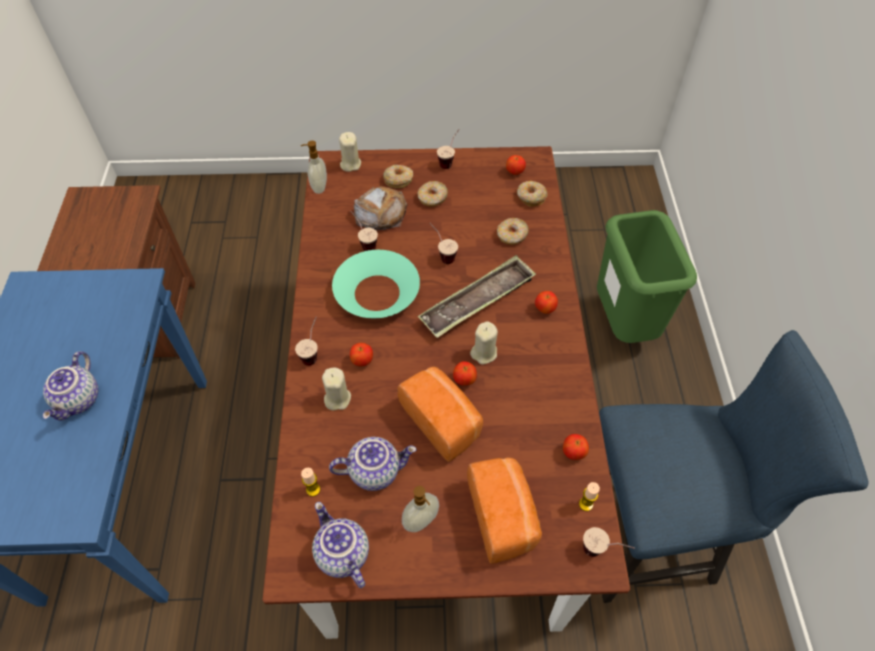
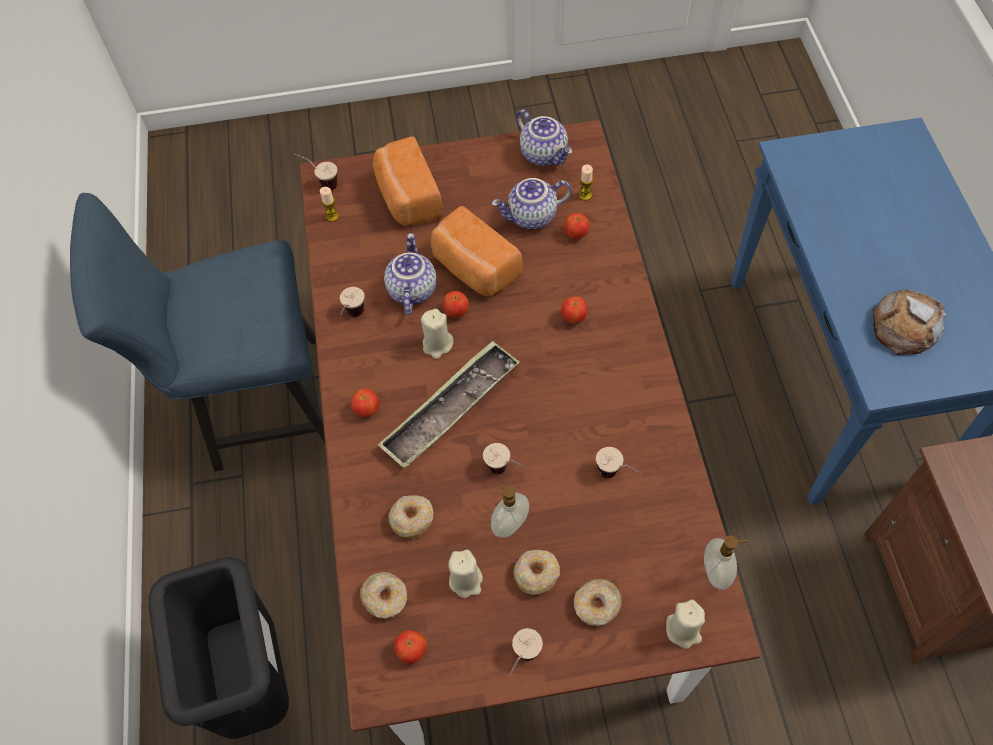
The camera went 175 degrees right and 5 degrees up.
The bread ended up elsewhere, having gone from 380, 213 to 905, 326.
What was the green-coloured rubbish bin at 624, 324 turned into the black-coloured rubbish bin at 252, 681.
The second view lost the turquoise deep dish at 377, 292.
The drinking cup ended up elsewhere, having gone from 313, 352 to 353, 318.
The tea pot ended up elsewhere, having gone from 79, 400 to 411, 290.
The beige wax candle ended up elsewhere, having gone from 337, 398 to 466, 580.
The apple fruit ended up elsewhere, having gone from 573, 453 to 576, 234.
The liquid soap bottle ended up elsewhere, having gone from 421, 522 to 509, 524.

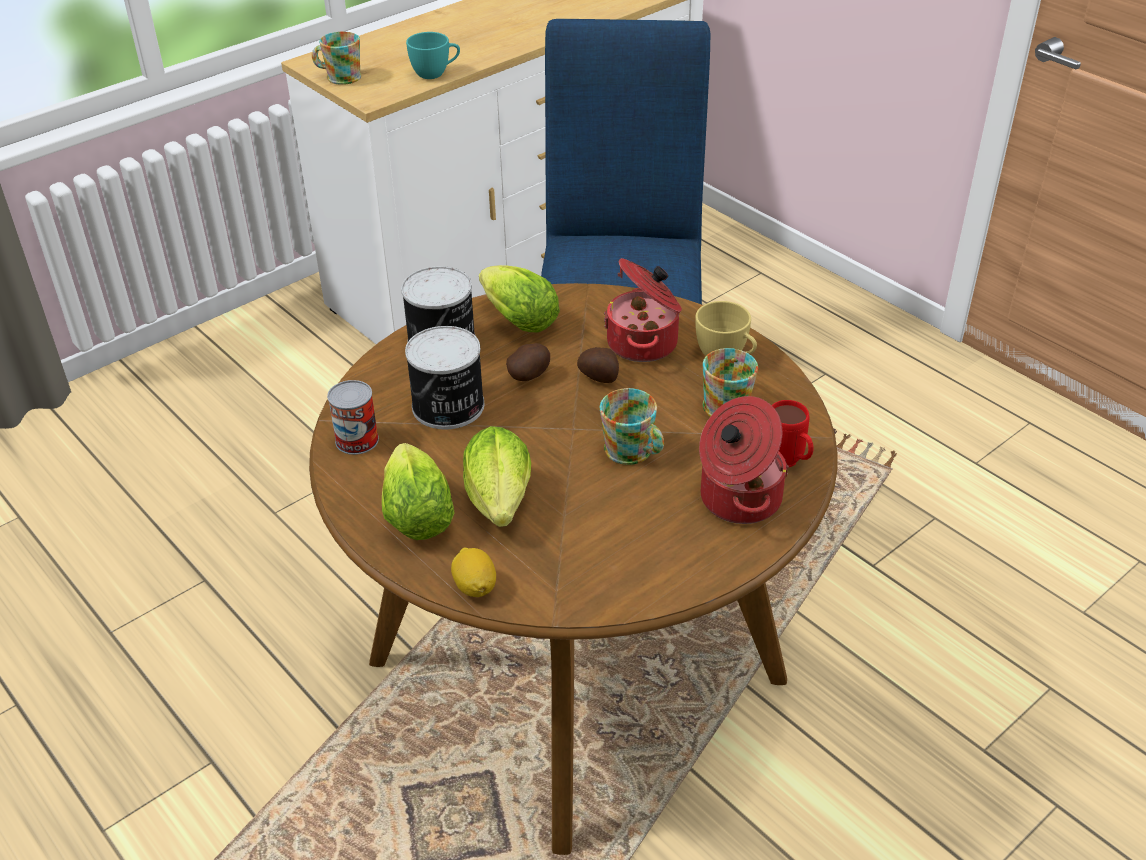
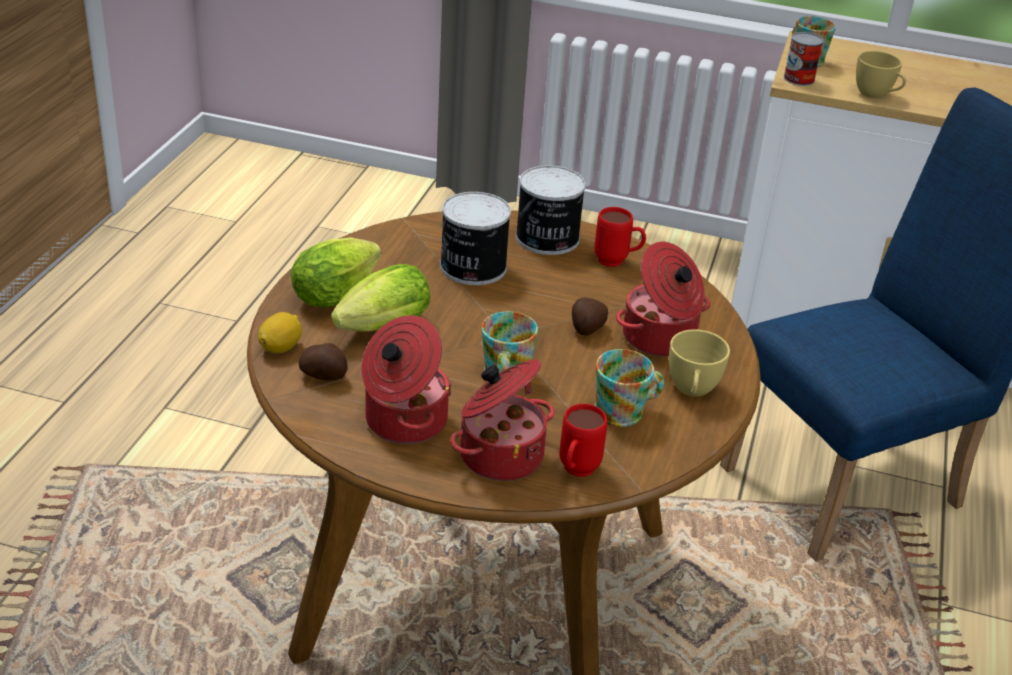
The camera went 55 degrees right and 5 degrees down.
What was the turquoise drinking cup at 435, 73 turned into the yellow-coloured drinking cup at 876, 95.
Where the head of lettuce stood at 515, 318, the reddish coffee mug came to stand at 617, 262.
The whole potato ended up elsewhere, having gone from 530, 375 to 324, 376.
The sealed can ended up elsewhere, having gone from 357, 440 to 799, 79.
The second view gained the cooking pot at 403, 421.

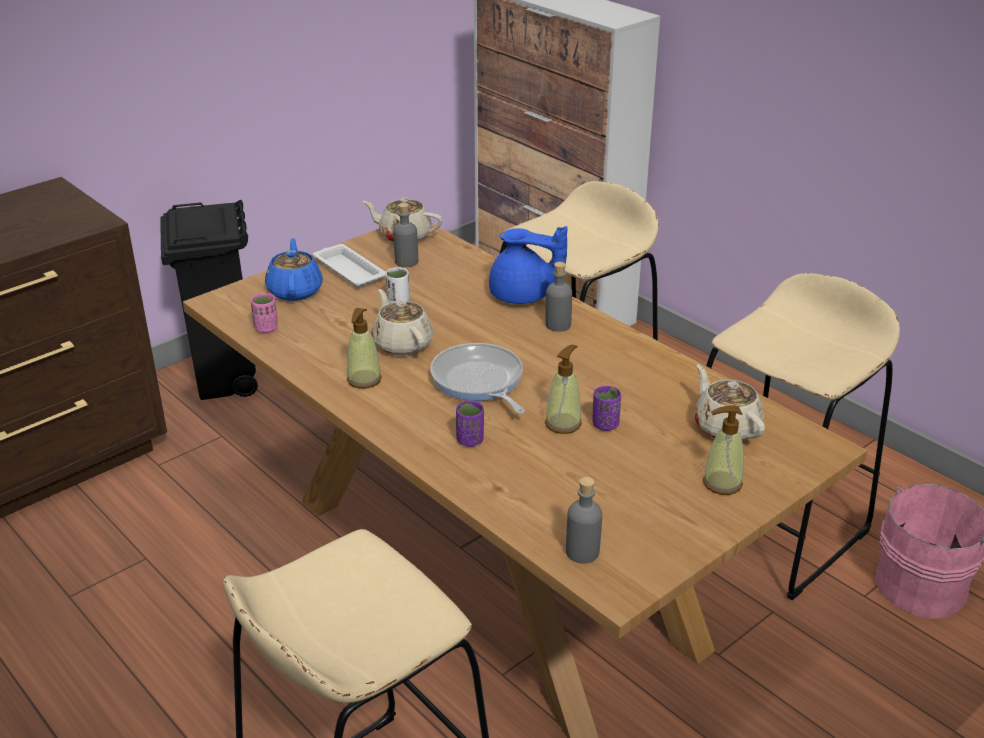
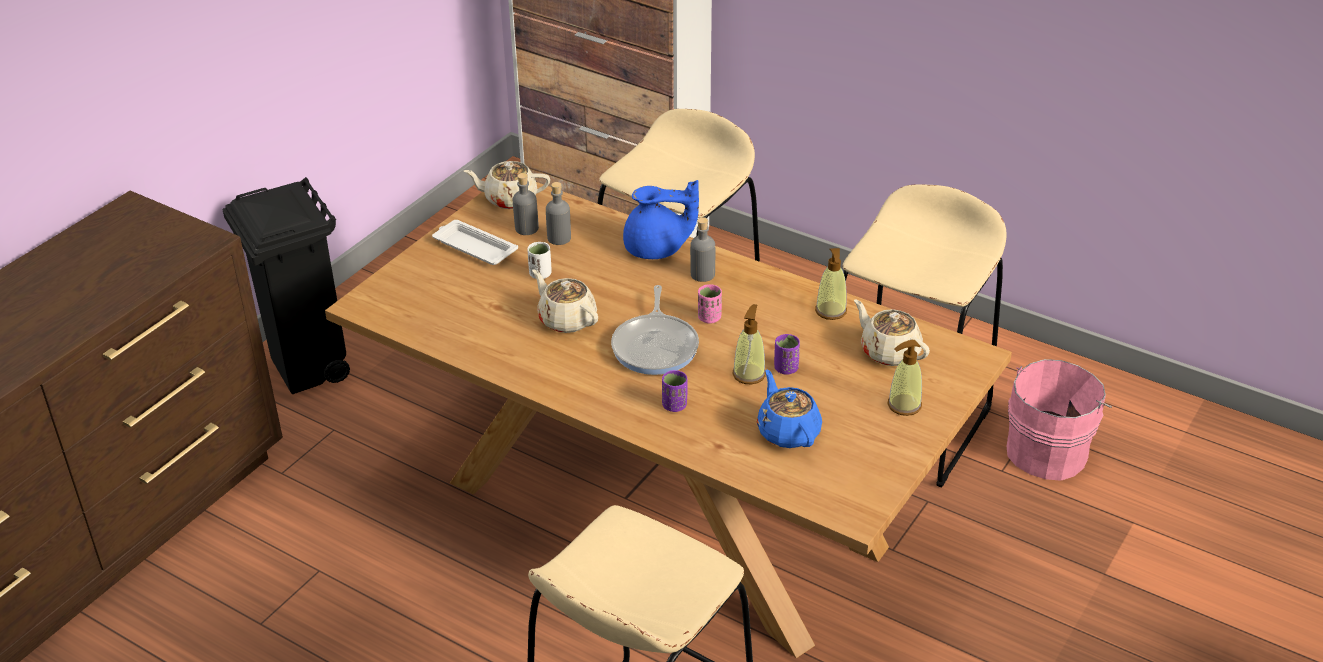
The camera went 15 degrees left and 5 degrees up.
The blue tea pot ended up elsewhere, having gone from 295, 290 to 788, 431.
The pinkish drinking cup ended up elsewhere, having gone from 266, 328 to 709, 318.
The liquid soap bottle ended up elsewhere, having gone from 364, 380 to 831, 311.
The frying pan at 479, 381 ended up facing another way, 135 degrees counterclockwise from before.
The grey drink bottle ended up elsewhere, having gone from 582, 552 to 559, 238.

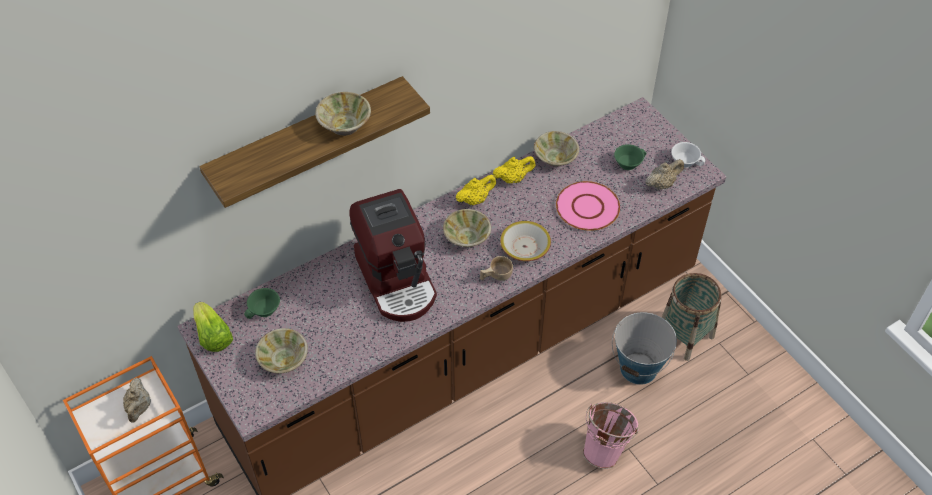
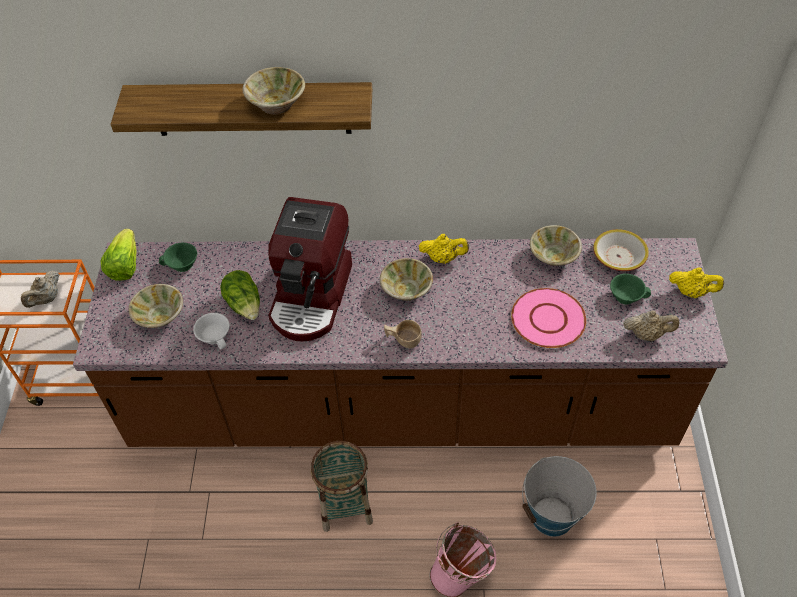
The camera went 35 degrees right and 0 degrees up.
The whitish drinking cup ended up elsewhere, having gone from 685, 161 to 216, 336.
The yellow-coloured tea pot ended up elsewhere, having gone from 513, 178 to 691, 292.
The deep dish ended up elsewhere, having gone from 524, 247 to 618, 256.
The basket ended up elsewhere, having gone from 684, 335 to 345, 504.
The second view gained the head of lettuce at 245, 304.

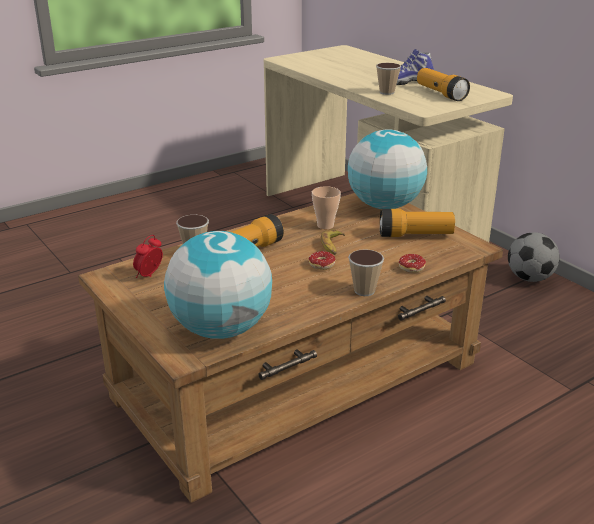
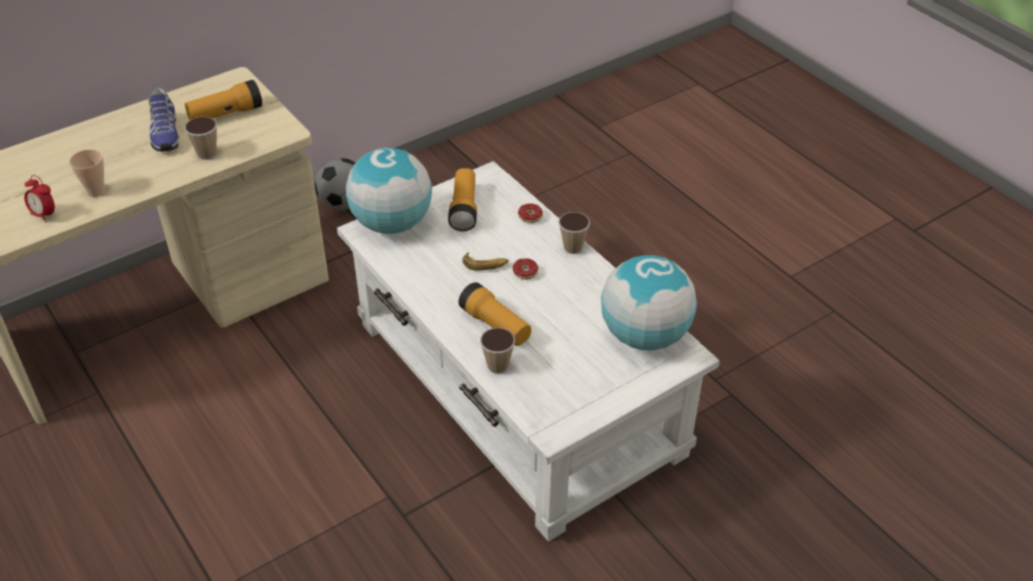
The camera went 90 degrees left and 15 degrees up.
The drinking cup ended up elsewhere, having gone from 325, 226 to 96, 191.
What was the brownish low table at 296, 380 turned into the whitish low table at 518, 388.
The bedside clock ended up elsewhere, having gone from 149, 276 to 44, 215.

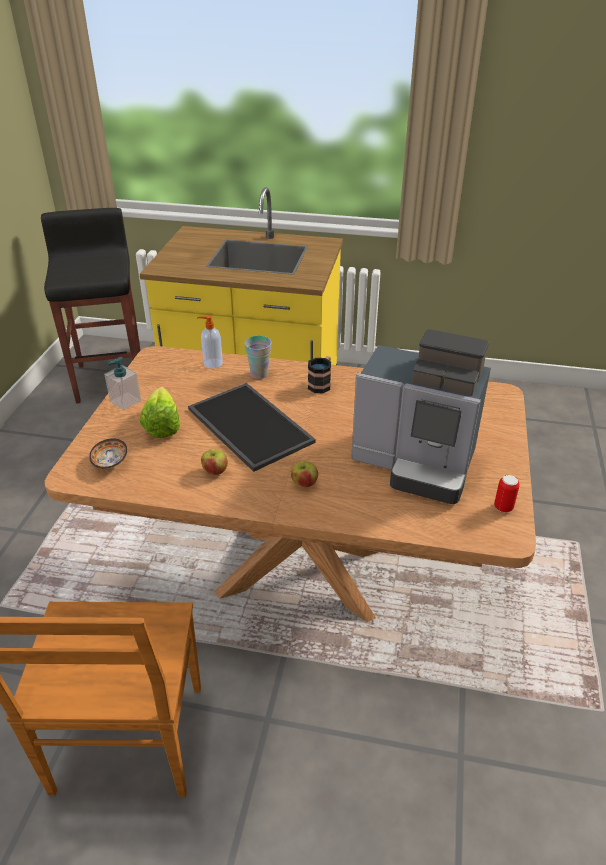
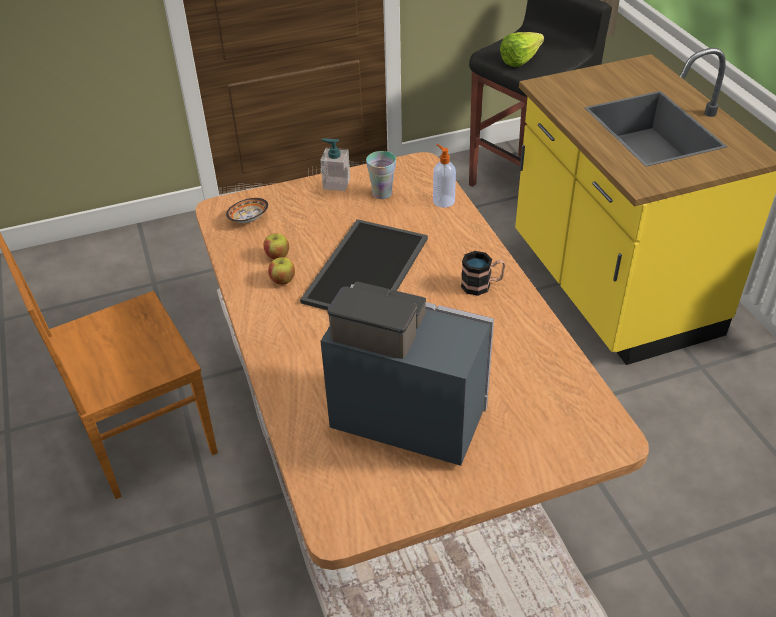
The camera went 60 degrees right and 5 degrees up.
The coffee brewer at 417, 463 ended up facing another way, 120 degrees clockwise from before.
The drinking cup ended up elsewhere, having gone from 259, 374 to 382, 193.
The head of lettuce ended up elsewhere, having gone from 164, 423 to 524, 60.
The apple fruit ended up elsewhere, having gone from 304, 484 to 277, 256.
The second view lost the sealed can at 503, 507.

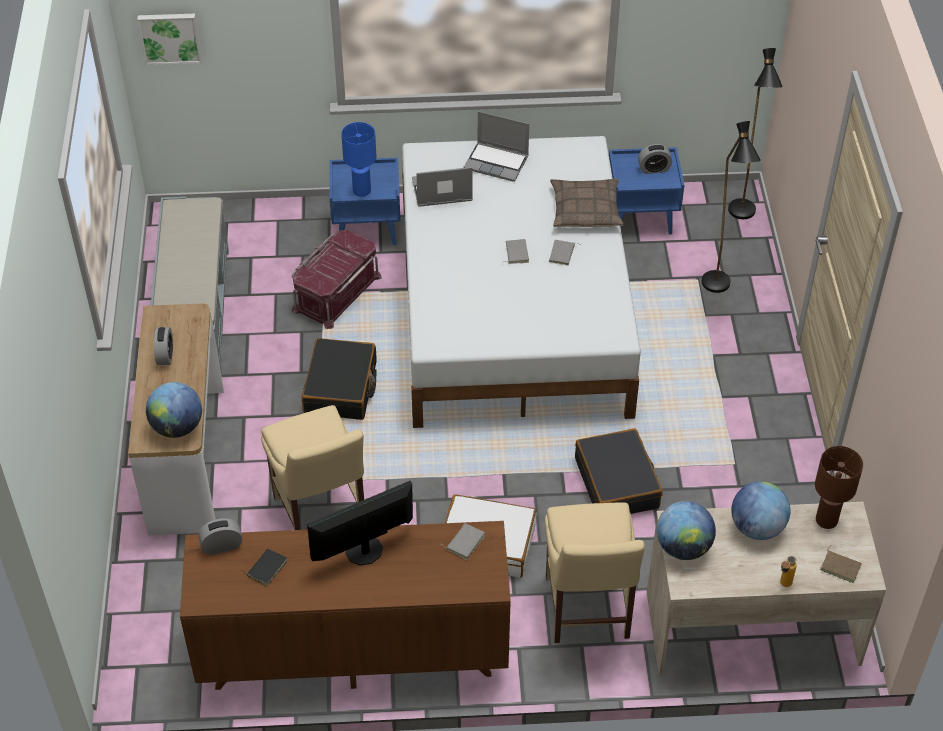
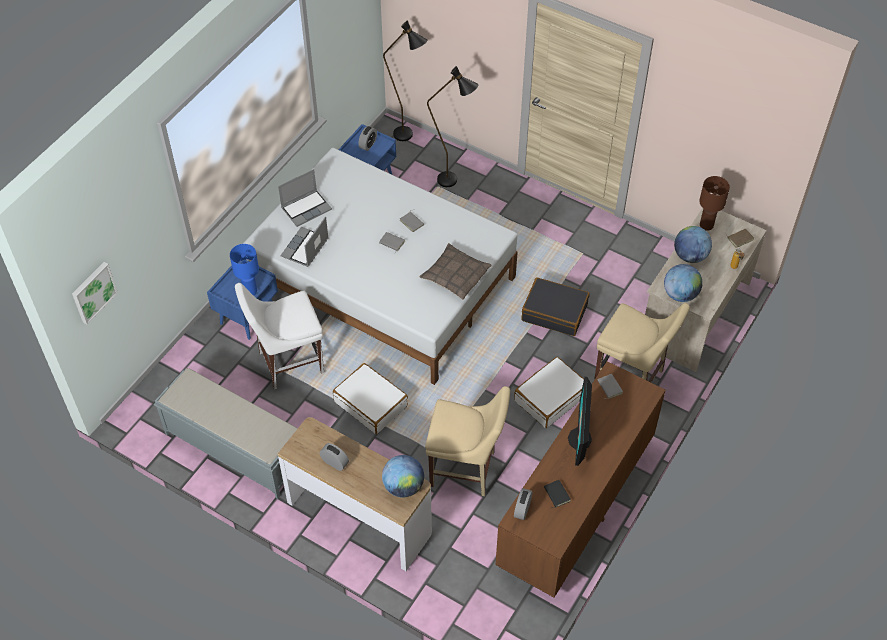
The camera went 55 degrees left and 5 degrees up.
The cushion ended up elsewhere, having gone from 585, 210 to 455, 276.
Where the reddish storage box stood at 336, 292, the whitish upright chair came to stand at 287, 363.
What was the black-coloured piece of luggage at 341, 388 turned into the whitish piece of luggage at 371, 404.

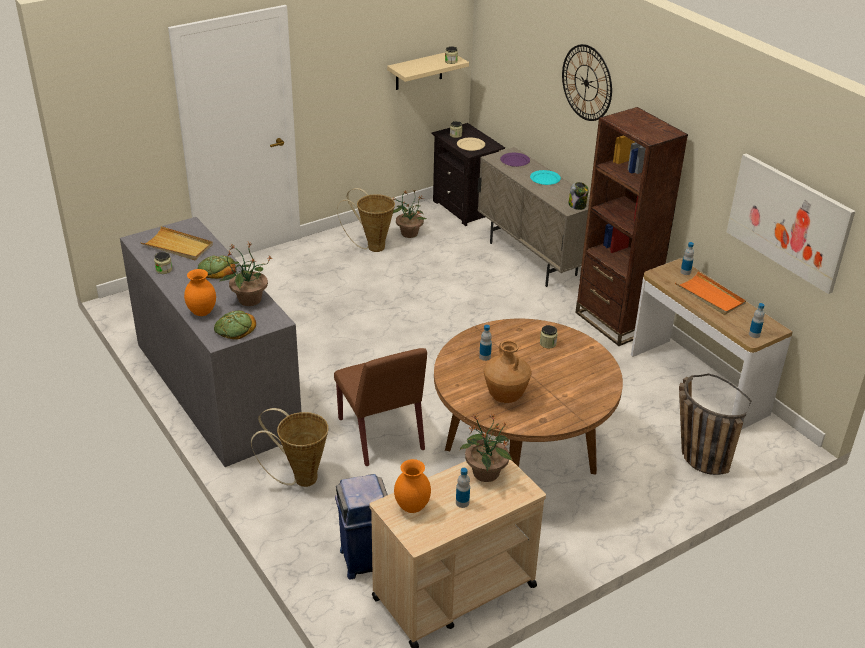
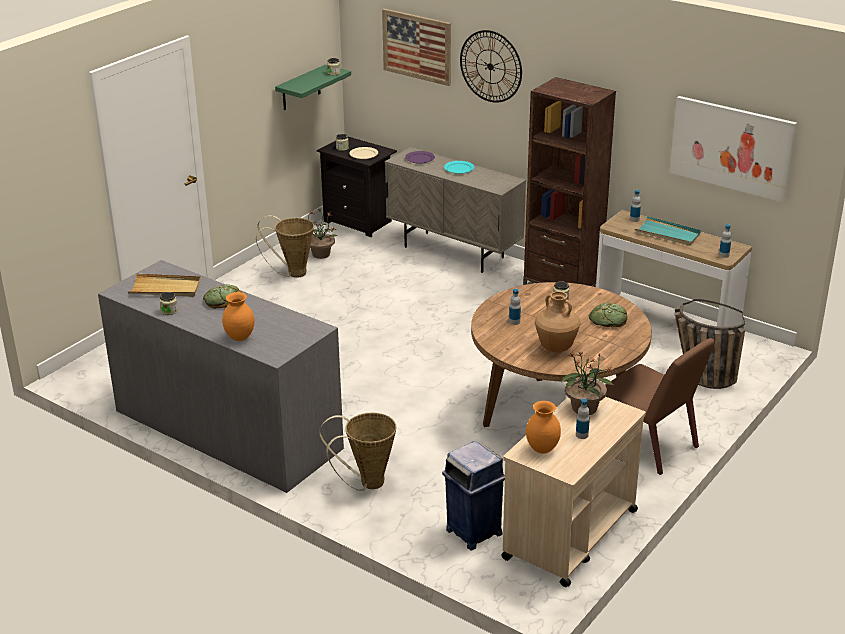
The camera went 20 degrees left and 5 degrees down.
What was the beige shelf at 419, 71 turned into the green-coloured shelf at 301, 88.
The second view lost the preserve jar at 577, 205.
The second view lost the potted plant at 249, 300.
What was the orangey tray at 710, 296 turned into the turquoise tray at 668, 233.
The bread ended up elsewhere, having gone from 235, 328 to 608, 319.
The brownish upright chair ended up elsewhere, having gone from 381, 435 to 648, 445.
The second view gained the picture at 417, 46.

